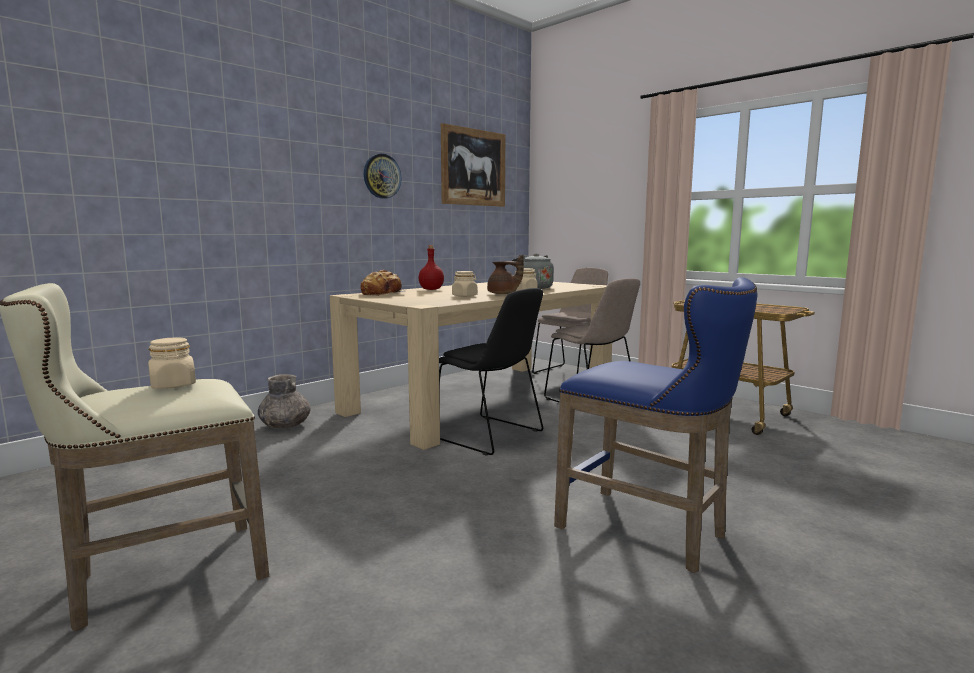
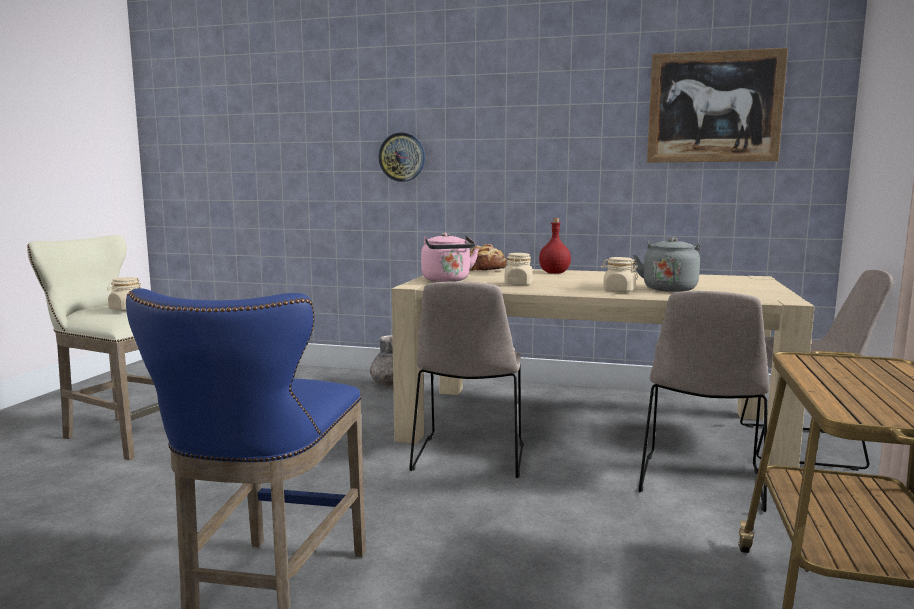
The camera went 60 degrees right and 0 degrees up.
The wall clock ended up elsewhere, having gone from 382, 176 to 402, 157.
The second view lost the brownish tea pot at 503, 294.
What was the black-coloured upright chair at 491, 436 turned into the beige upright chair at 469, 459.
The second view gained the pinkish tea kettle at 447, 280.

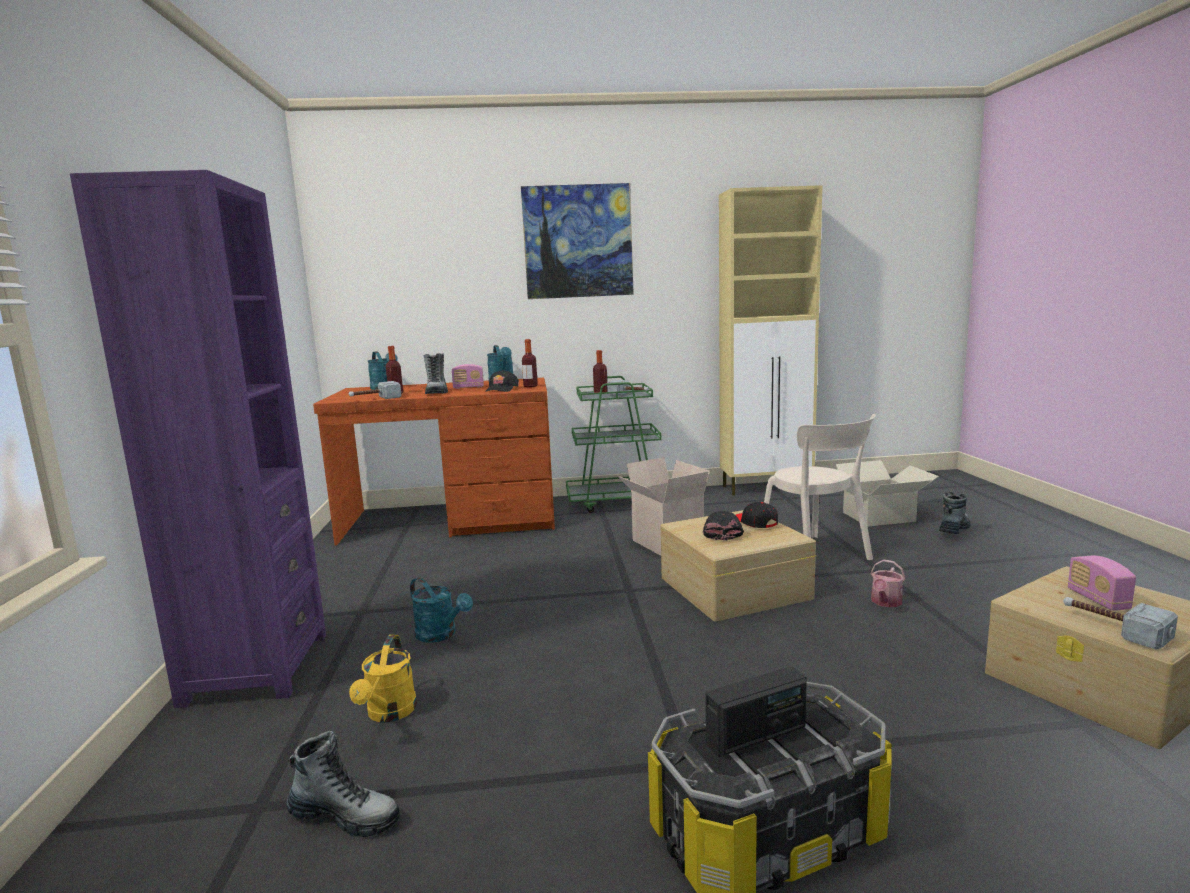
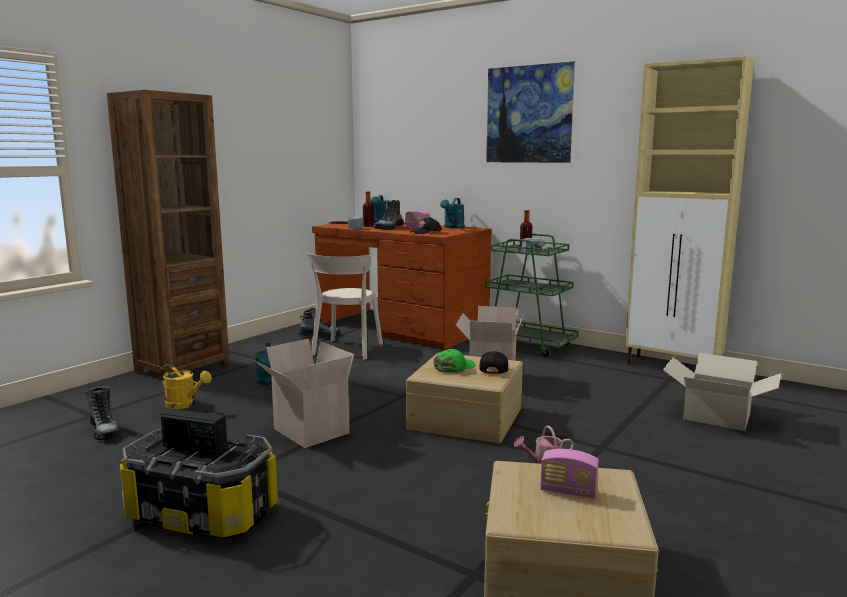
The camera went 40 degrees right and 0 degrees up.
What was the purple-coloured bookshelf at 256, 668 turned into the brownish bookshelf at 182, 368.
The second view lost the drink bottle at 530, 386.
The beige upright chair ended up elsewhere, having gone from 816, 557 to 346, 350.
The high-top boot ended up elsewhere, having gone from 954, 529 to 319, 336.
What was the black-coloured peaked cap at 722, 533 turned into the green-coloured peaked cap at 454, 367.
The radio receiver at 1098, 600 ended up facing another way, 105 degrees counterclockwise from before.
The second view lost the hammer at 1113, 628.
The yellow-coloured watering pot at 389, 714 ended up facing another way, 105 degrees counterclockwise from before.
The second view gained the cardboard box at 308, 431.

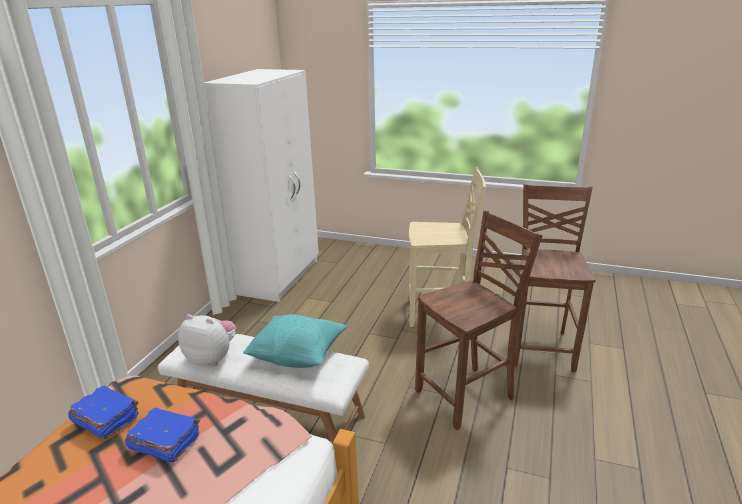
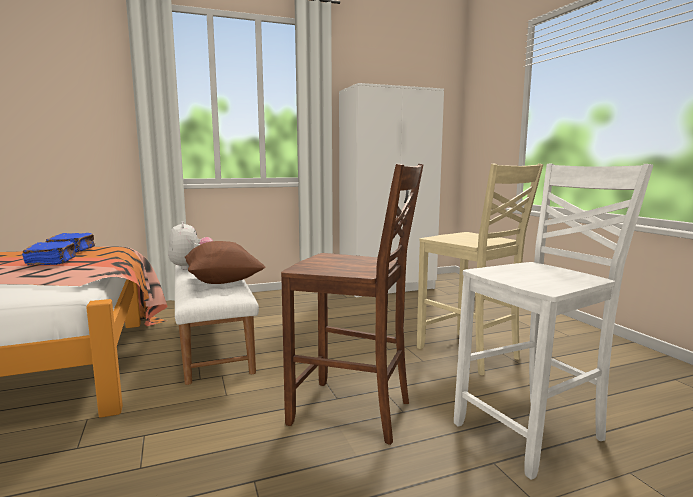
The camera went 50 degrees right and 15 degrees down.
What was the brownish upright chair at 541, 347 turned into the whitish upright chair at 533, 433.
What was the turquoise cushion at 298, 356 turned into the brownish cushion at 223, 281.

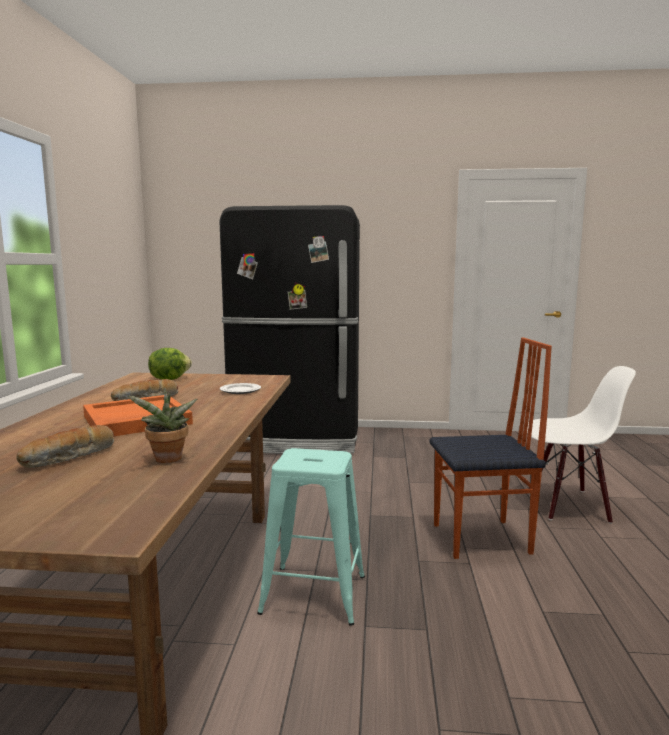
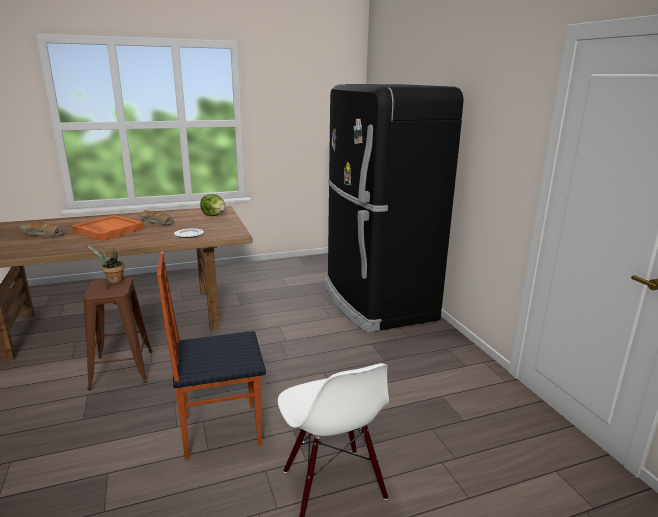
The camera went 65 degrees right and 10 degrees up.
The upright chair at 482, 539 ended up facing another way, 105 degrees clockwise from before.
The potted plant ended up elsewhere, having gone from 167, 460 to 113, 281.
What was the turquoise stool at 314, 594 turned into the brownish stool at 122, 369.

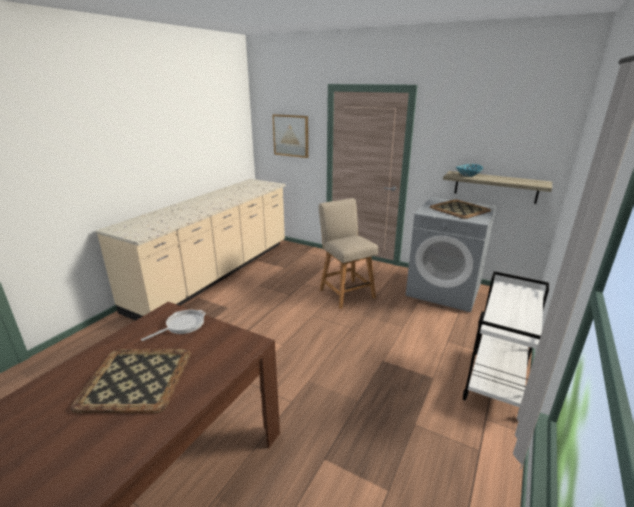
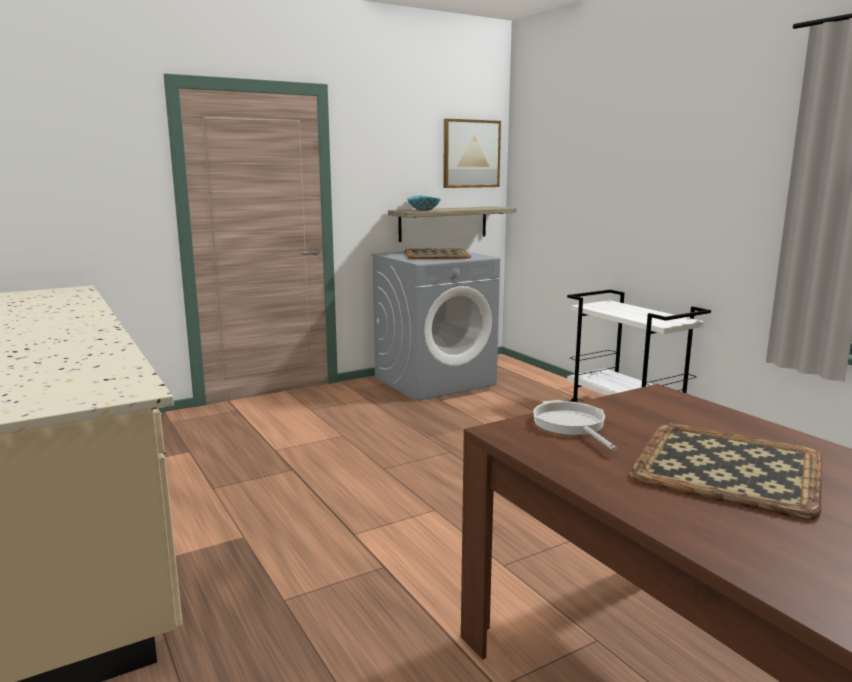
The camera went 60 degrees left and 10 degrees down.
The picture ended up elsewhere, having gone from 291, 135 to 471, 154.
The second view lost the beige upright chair at 345, 292.

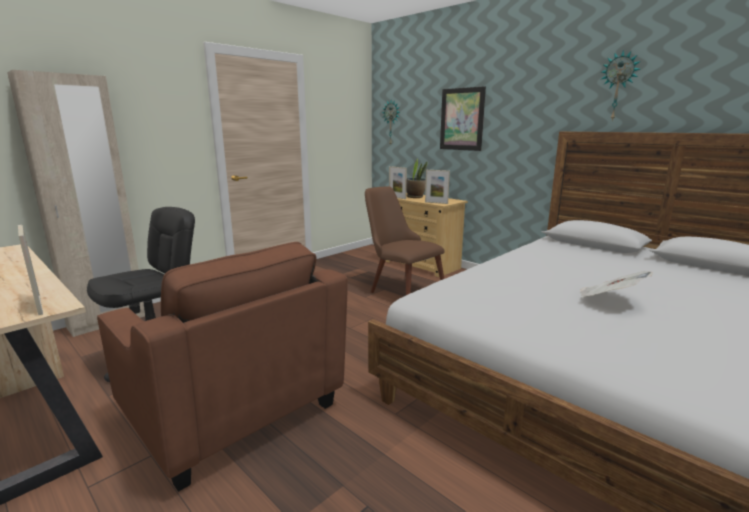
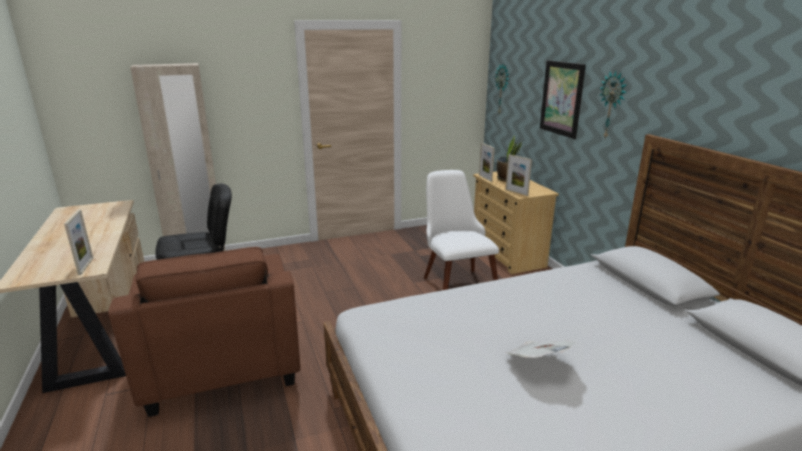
The camera went 25 degrees right and 5 degrees up.
The wall clock ended up elsewhere, having gone from 618, 86 to 612, 105.
What was the brownish upright chair at 400, 290 turned into the whitish upright chair at 455, 282.

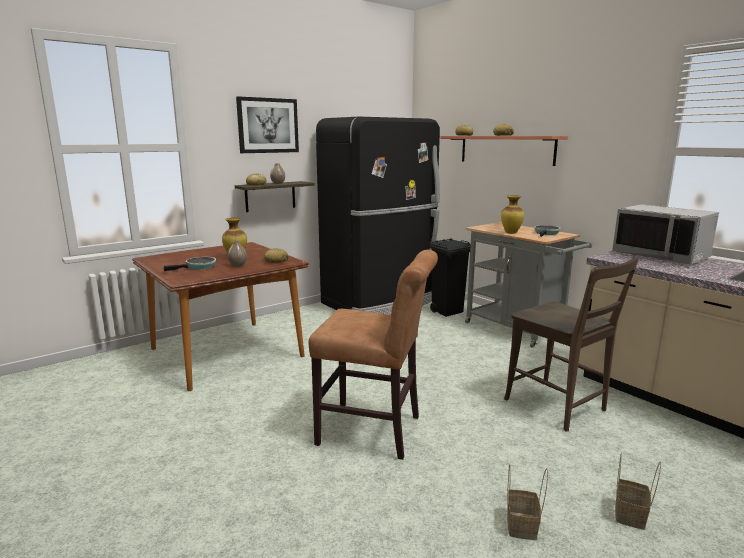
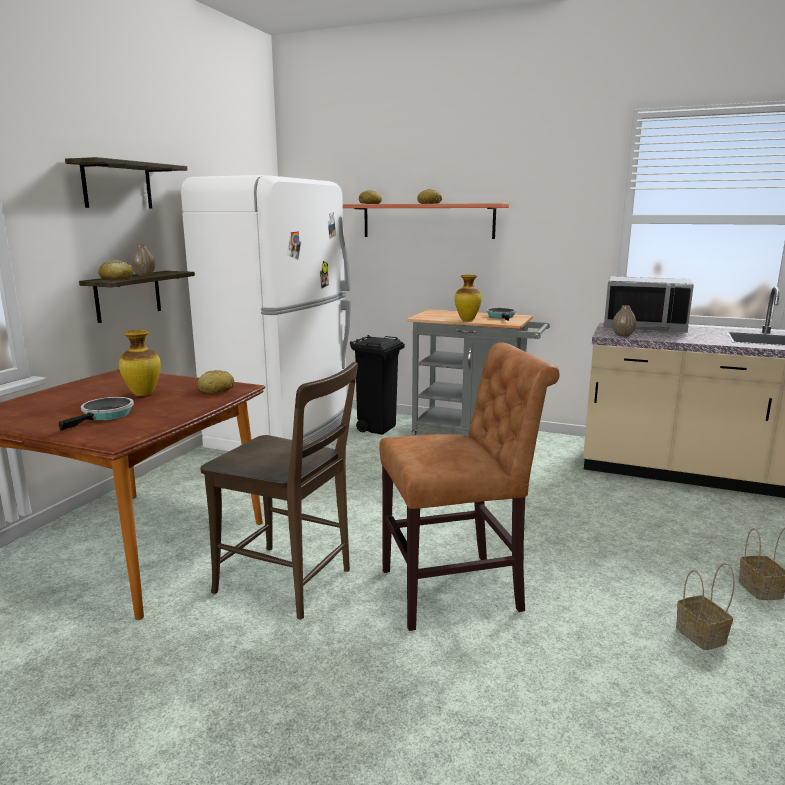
The camera went 30 degrees left and 0 degrees up.
Where the picture hung at 268, 125, the shelf came to hang at 117, 185.
What was the black-coloured refrigerator at 380, 302 turned into the whitish refrigerator at 283, 432.
The flower vase ended up elsewhere, having gone from 238, 265 to 623, 335.
The brownish upright chair ended up elsewhere, having gone from 559, 407 to 289, 583.

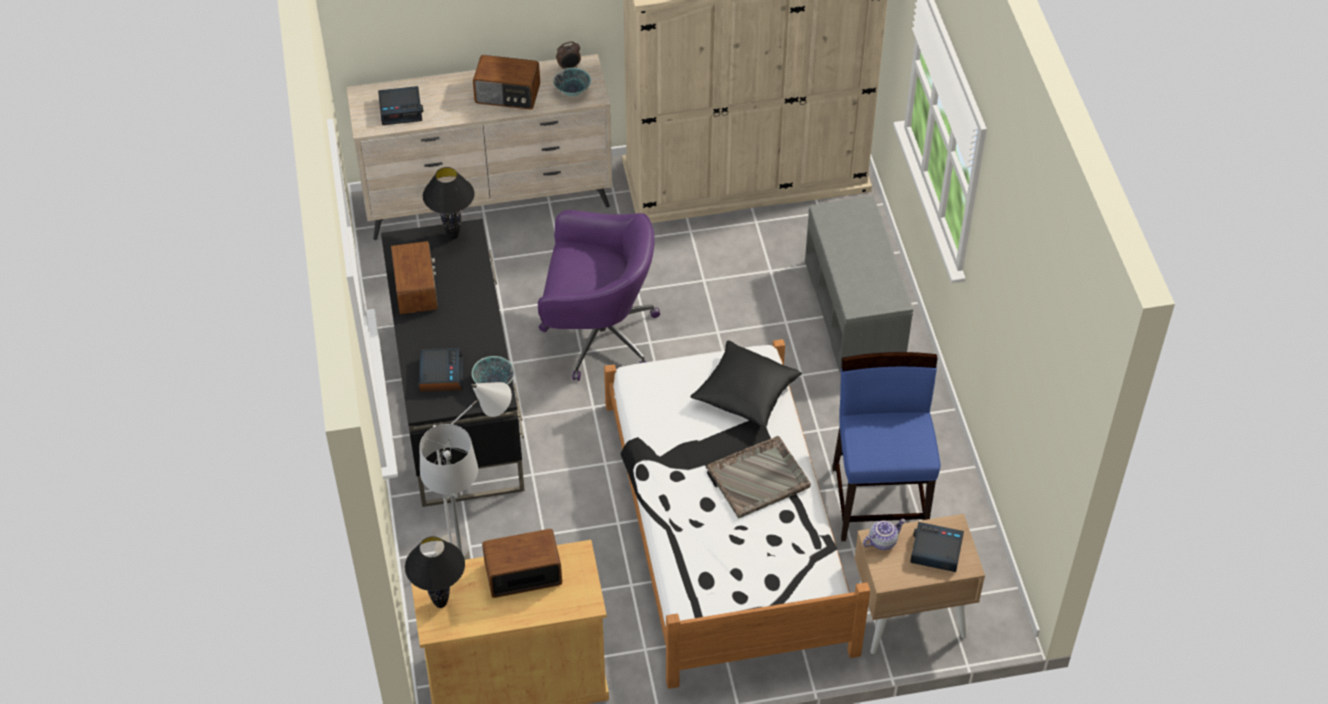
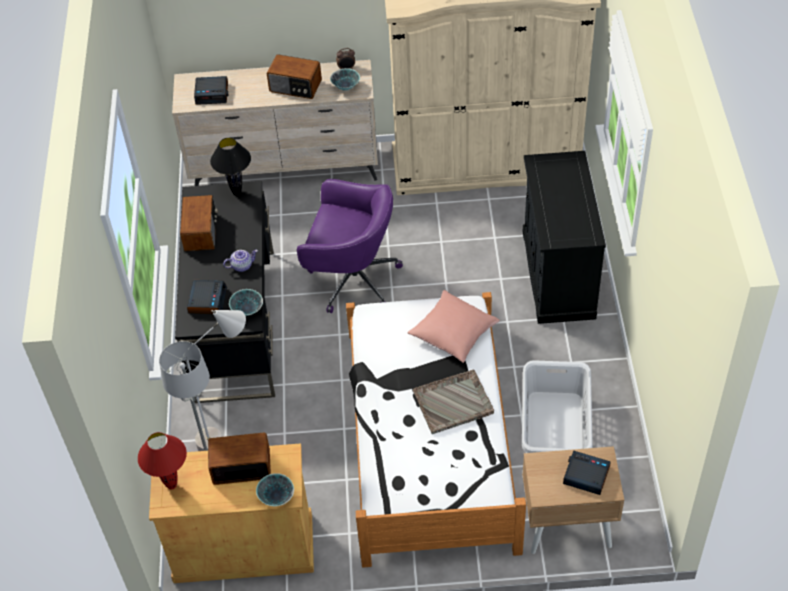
The camera went 10 degrees right and 0 degrees up.
Where the grey long seat stood at 856, 311, the black-coloured storage cabinet came to stand at 557, 274.
What was the black-coloured cushion at 745, 393 turned into the pinkish cushion at 453, 333.
Where the blue upright chair stood at 879, 500, the grey laundry basket came to stand at 555, 427.
The tea pot ended up elsewhere, having gone from 882, 541 to 242, 265.
What was the black-coloured lamp for a table at 440, 602 turned into the reddish lamp for a table at 171, 485.
The second view gained the deep dish at 276, 497.

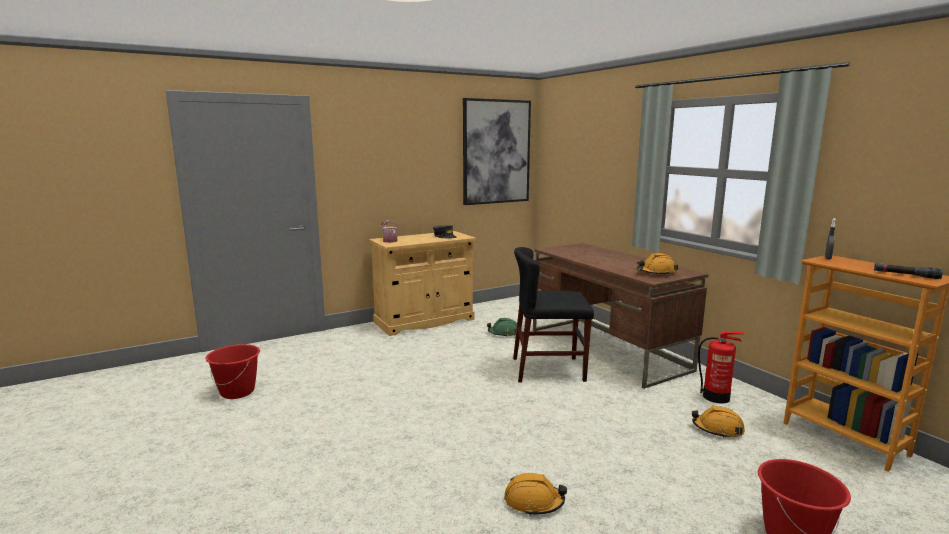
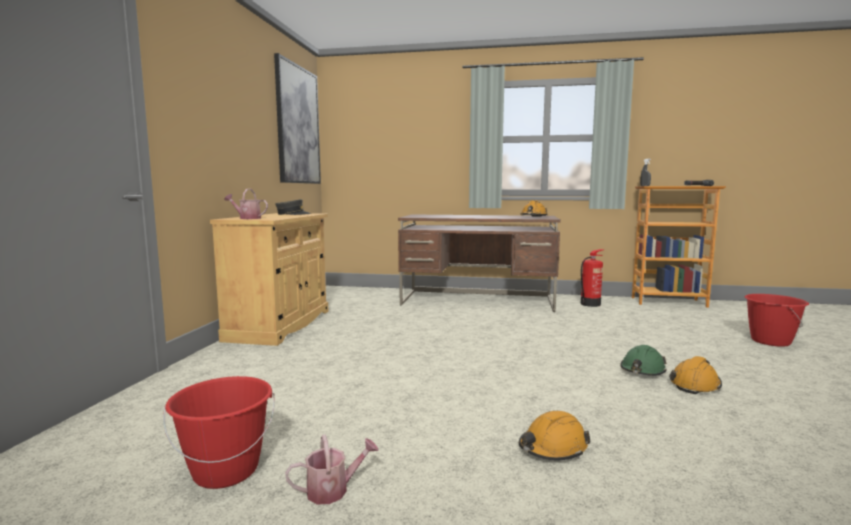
The camera went 50 degrees left and 5 degrees down.
The second view lost the black-coloured upright chair at 548, 369.
The green-coloured work helmet ended up elsewhere, having gone from 504, 333 to 642, 371.
The orangey work helmet ended up elsewhere, having gone from 717, 429 to 552, 448.
The second view gained the watering pot at 333, 490.

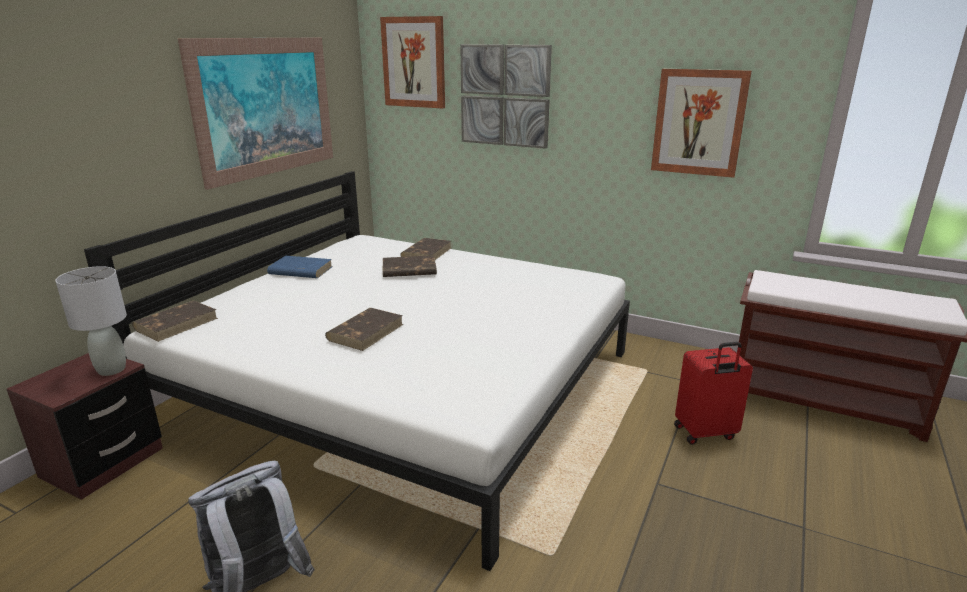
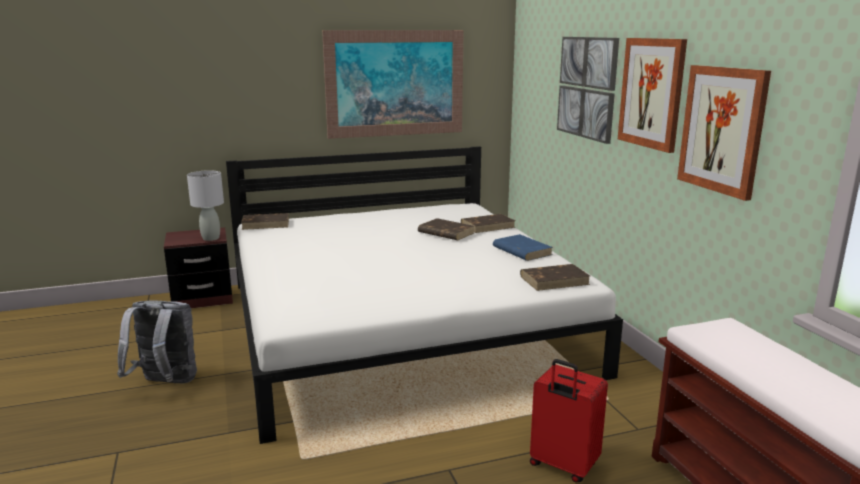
The camera went 45 degrees right and 5 degrees down.
The picture ended up elsewhere, having gone from 414, 62 to 652, 93.
The blue book ended up elsewhere, having gone from 300, 270 to 521, 250.
The brownish book ended up elsewhere, having gone from 366, 332 to 555, 280.

